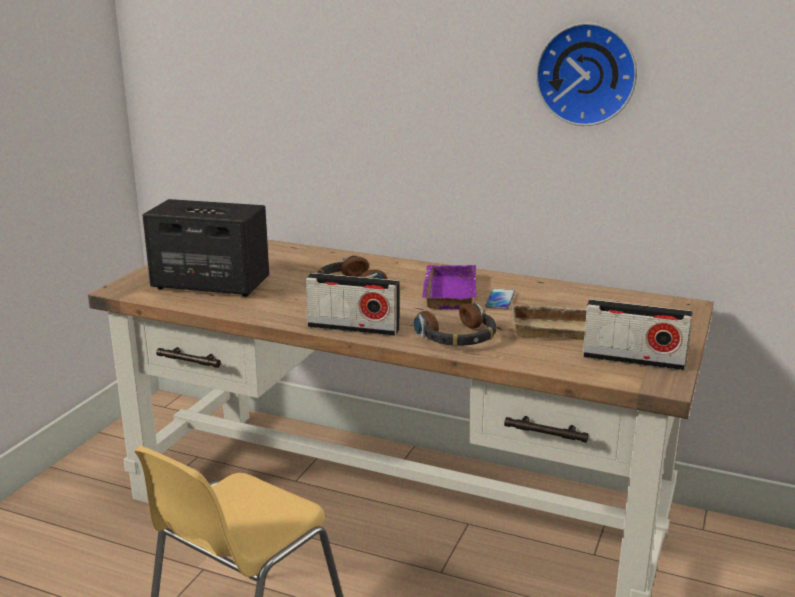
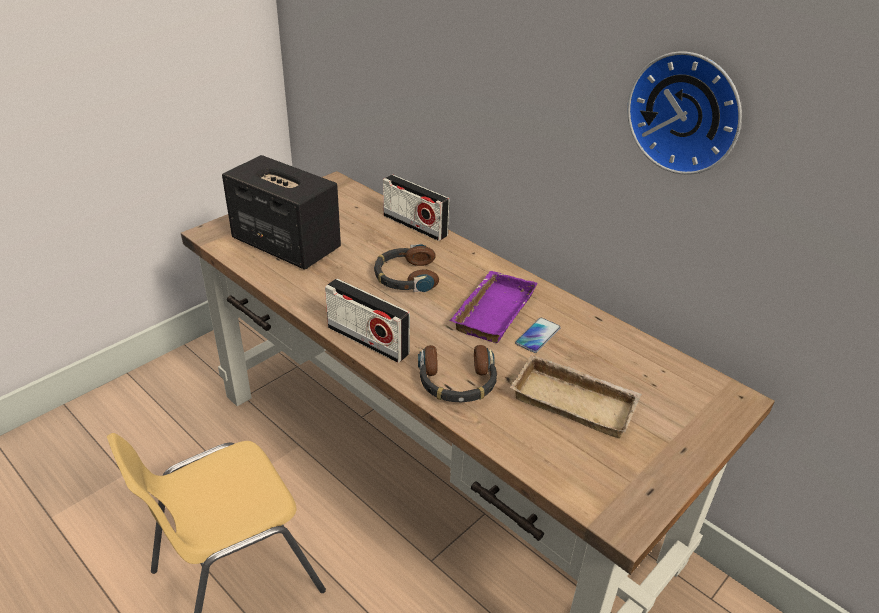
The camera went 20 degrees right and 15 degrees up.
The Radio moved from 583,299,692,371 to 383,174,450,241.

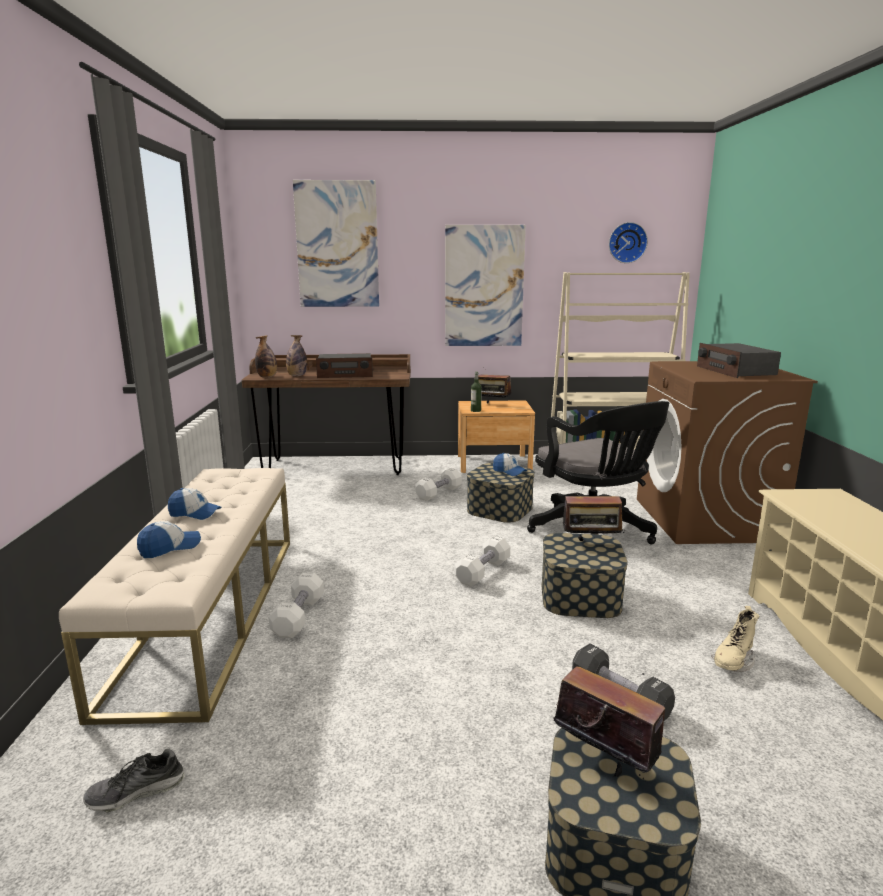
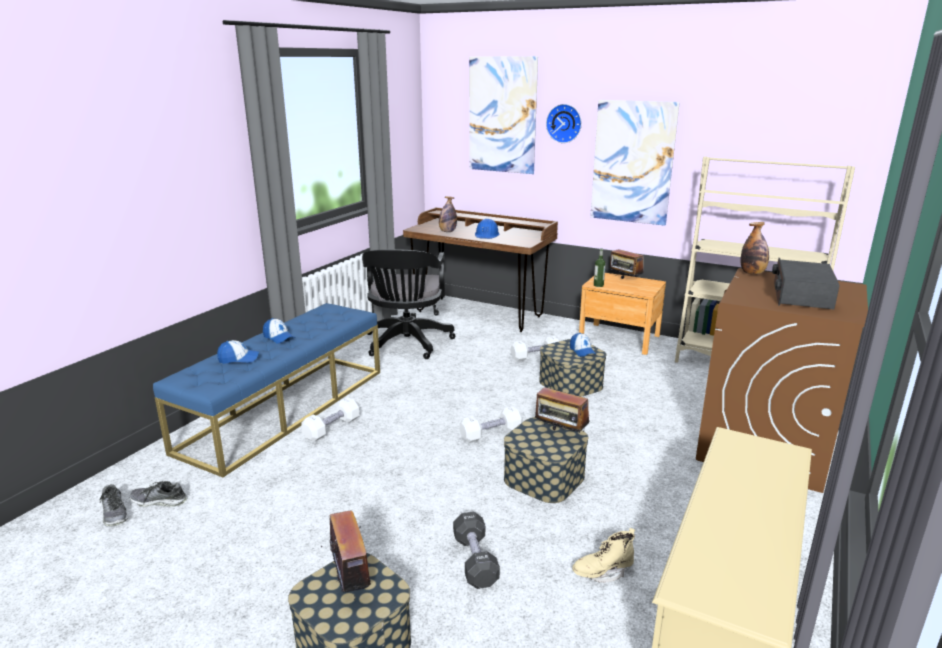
The camera went 30 degrees right and 5 degrees up.
The Bank (beige) at 59,468,290,725 became the Bank (blau) at 153,303,380,477.
The Flasche moved from 255,335,277,378 to 740,222,769,275.
The Radio at 316,353,373,378 was replaced by the Schutzhelm (blau) at 475,219,499,239.
The Bürostuhl (schwarz) moved from 527,401,670,545 to 362,249,455,359.
The Wanduhr moved from 609,222,648,263 to 546,104,582,143.
The Schuh at 100,484,128,526 appeared.

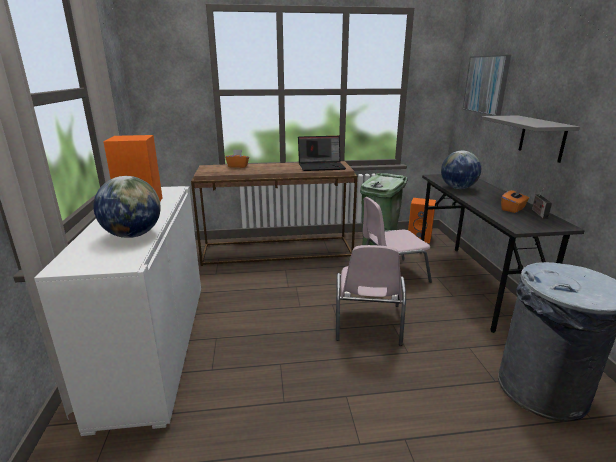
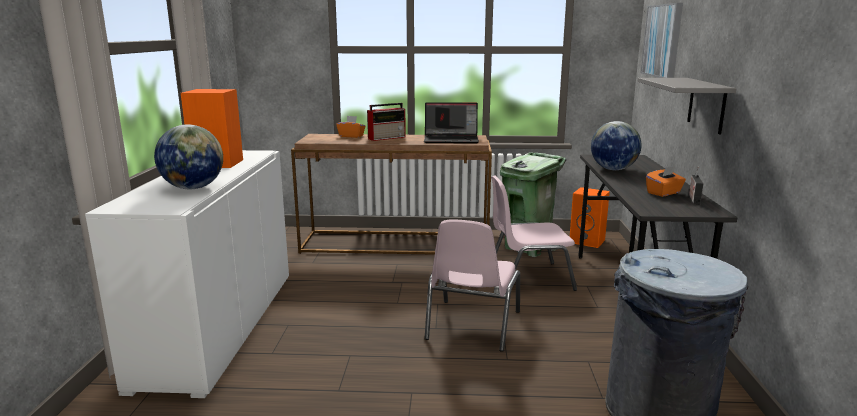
The camera went 10 degrees right and 5 degrees down.
The Radio at 367,103,406,141 appeared.

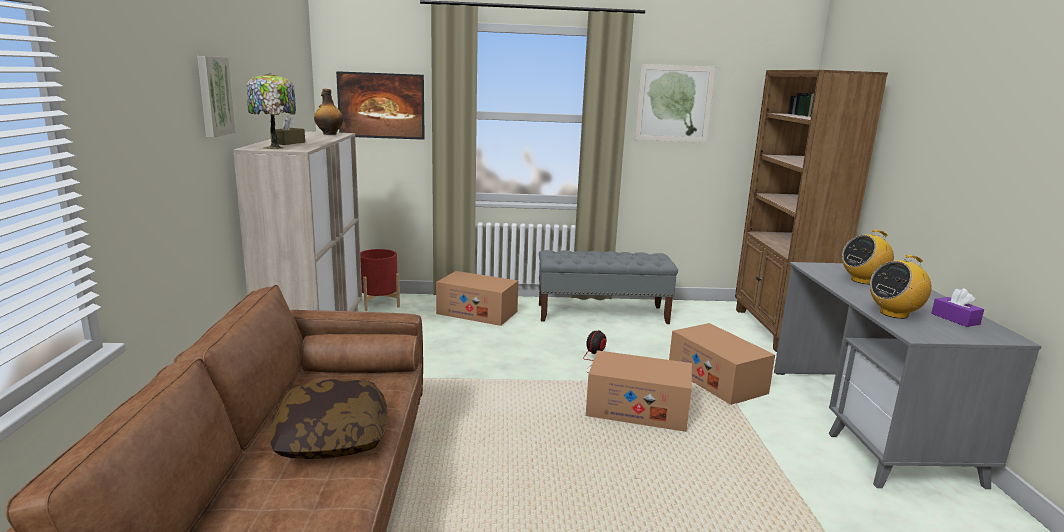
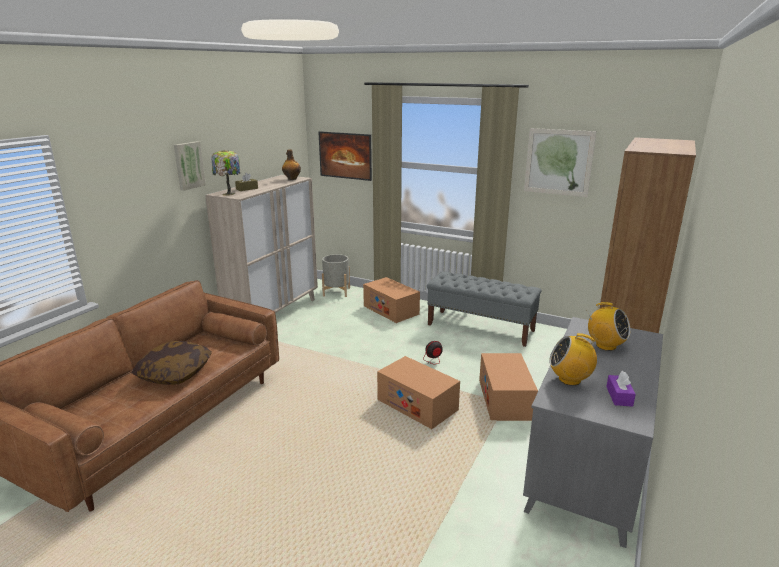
The camera went 30 degrees right and 5 degrees up.
The Pflanzkübel (rot) at 360,249,400,311 became the Pflanzkübel (grau) at 322,254,350,297.
The Radio at 842,230,894,284 turned 150 degrees counterclockwise.

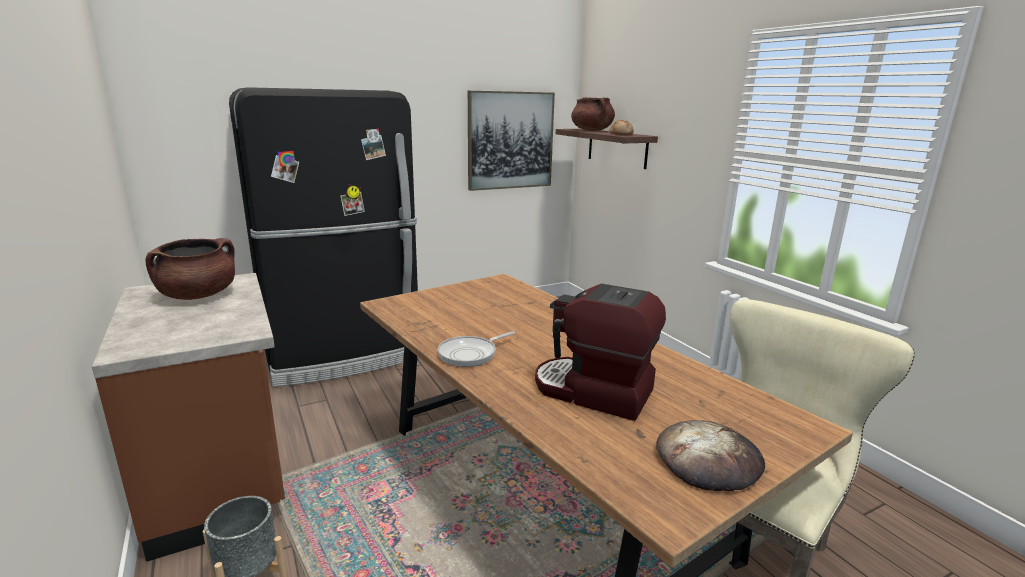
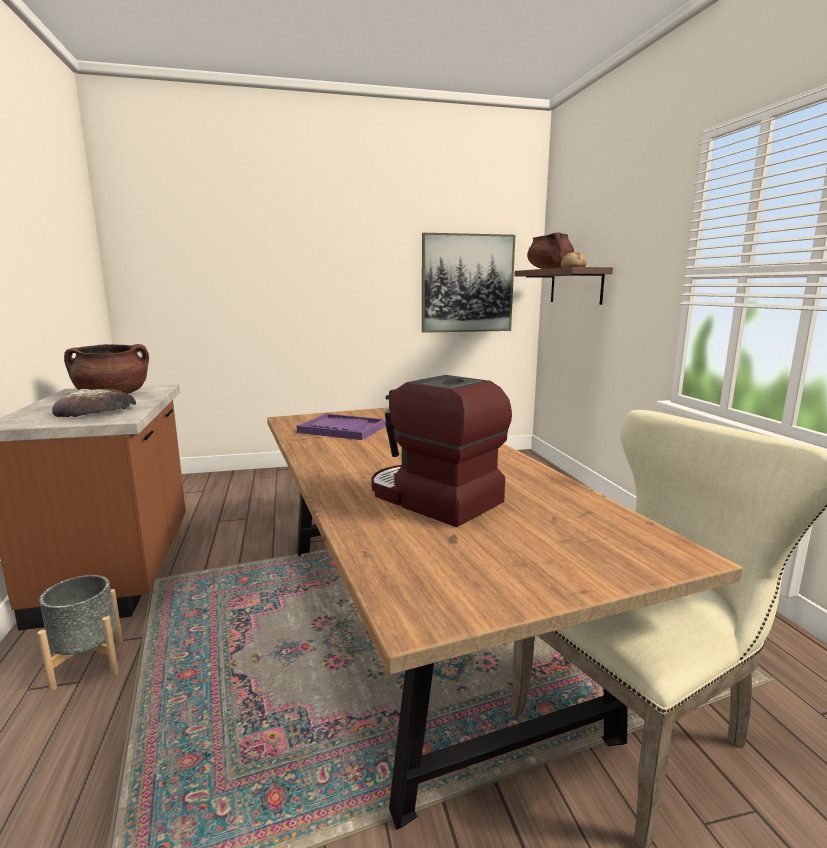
The camera went 15 degrees right and 5 degrees down.
The Kühlschrank (schwarz) at 229,88,419,387 disappeared.
The Pfanne at 438,331,515,367 disappeared.
The Brot moved from 656,420,765,491 to 52,389,136,417.
The Tablett (lila) at 297,413,386,440 appeared.

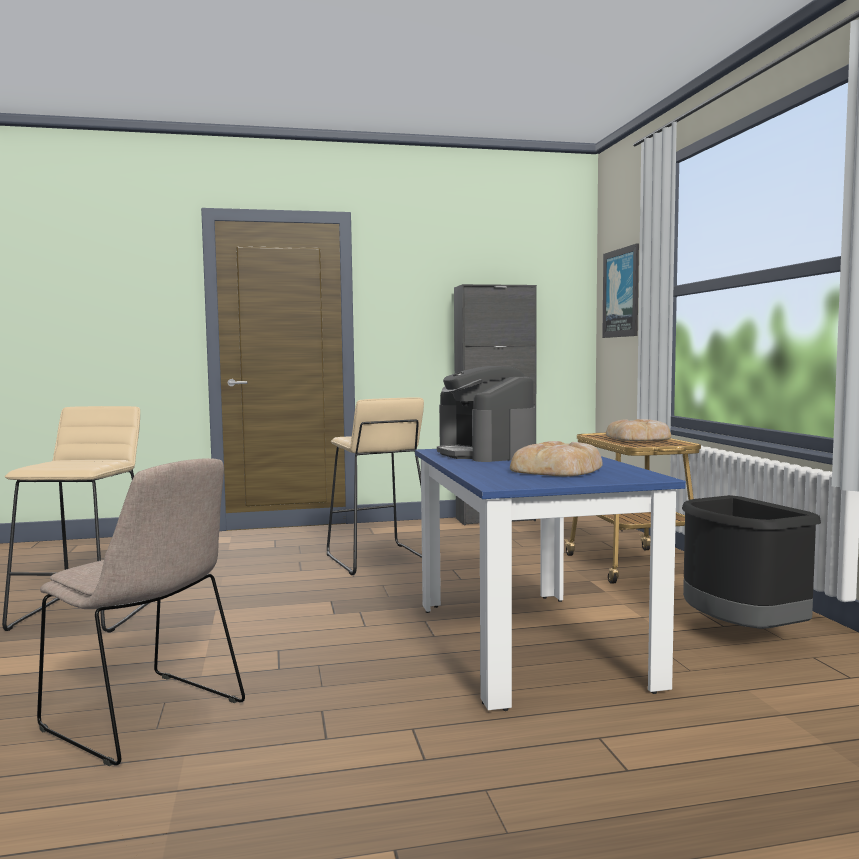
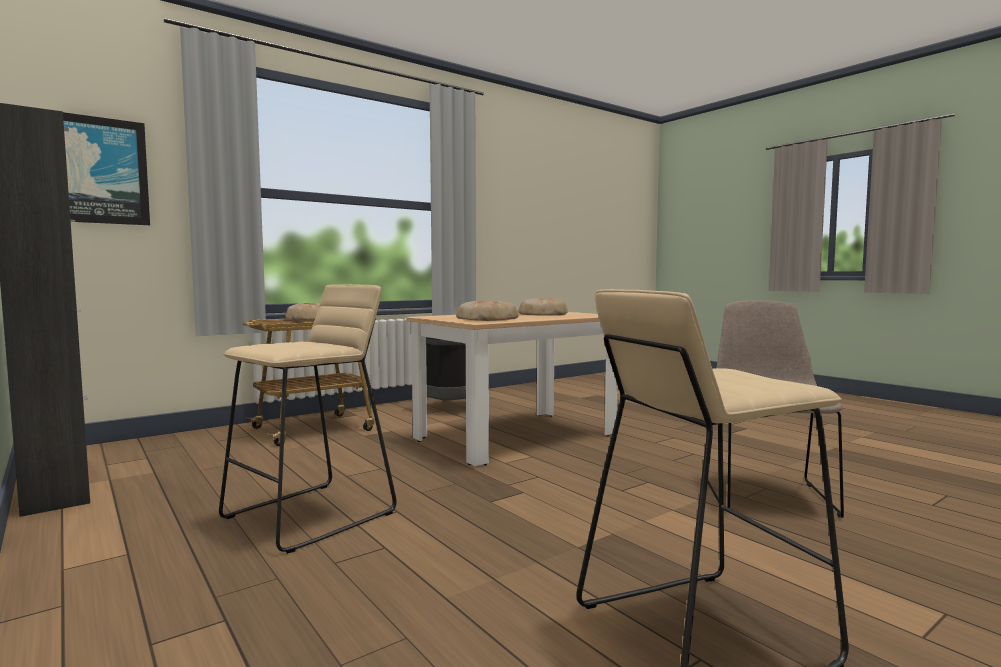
The camera went 115 degrees left and 0 degrees up.
The Esstisch (blau) at 415,449,686,711 became the Esstisch (beige) at 406,312,618,466.
The Kaffeemaschine at 437,366,536,462 was replaced by the Brot at 456,300,518,321.

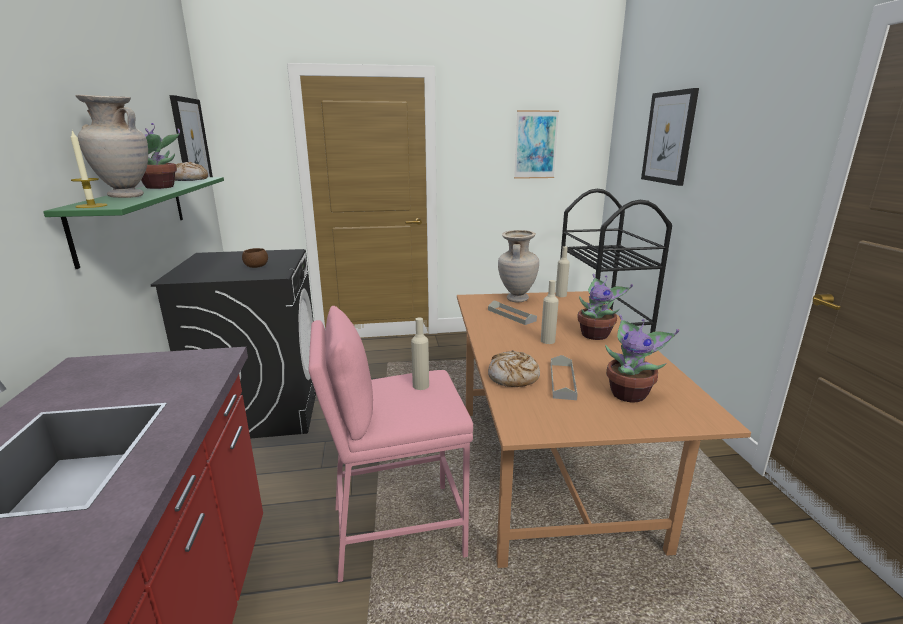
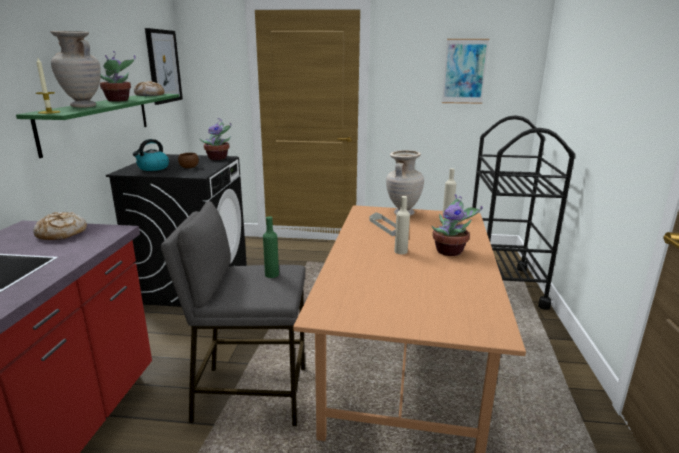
The camera went 15 degrees right and 0 degrees up.
The Hocker (rosa) at 309,306,473,582 became the Hocker (grau) at 161,201,306,426.
The Flasche (beige) at 411,318,429,390 became the Flasche (grün) at 263,216,279,278.
The Brot moved from 488,350,540,387 to 33,212,87,240.
The Tablett (grau) at 551,355,578,400 disappeared.
The Topfpflanze moved from 605,314,679,402 to 199,118,231,160.
The Bild at 641,88,699,186 disappeared.
The Wasserkessel at 133,139,169,171 appeared.

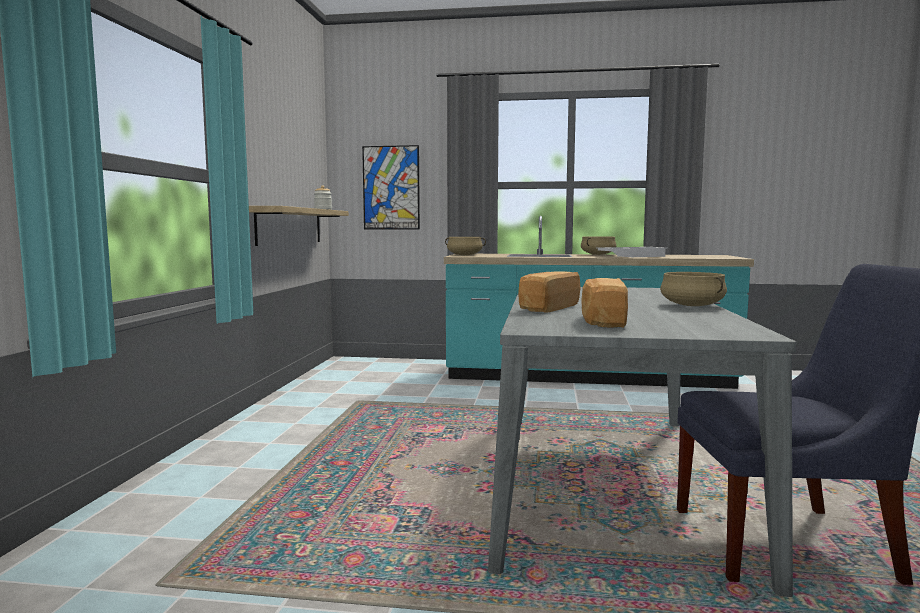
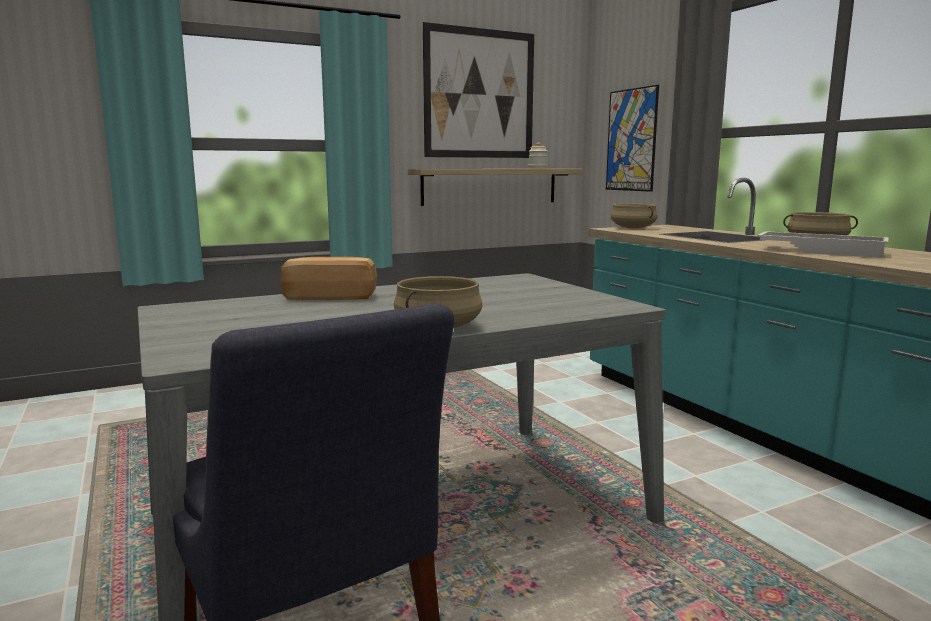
The camera went 55 degrees right and 5 degrees up.
The Brot at 581,278,628,328 disappeared.
The Bild at 423,22,534,158 appeared.

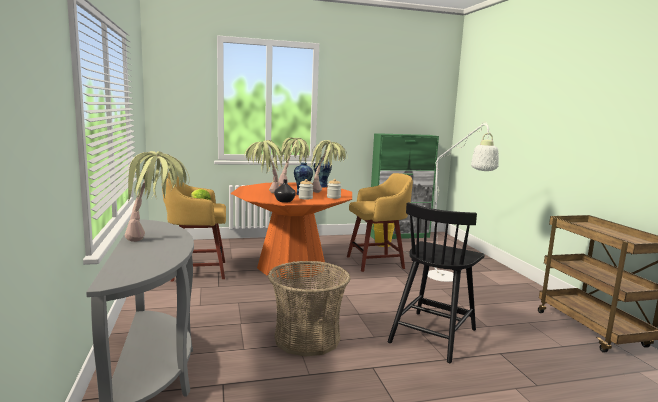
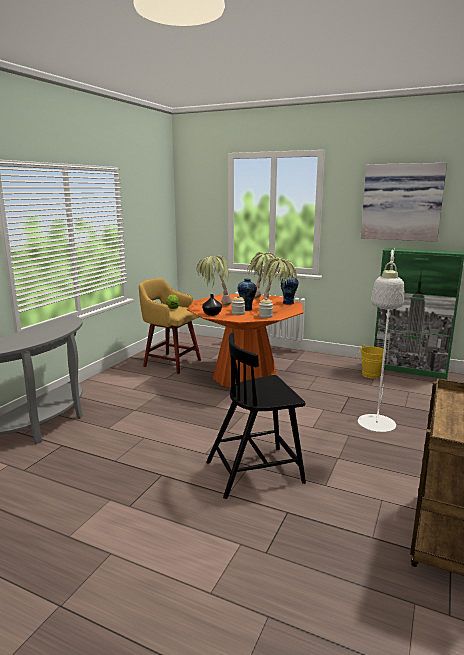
The camera went 40 degrees right and 5 degrees up.
The Topfpflanze at 124,151,190,242 disappeared.
The Korb at 268,261,350,357 disappeared.
The Hocker (gelb) at 347,173,413,272 disappeared.
The Bild at 361,163,447,242 appeared.

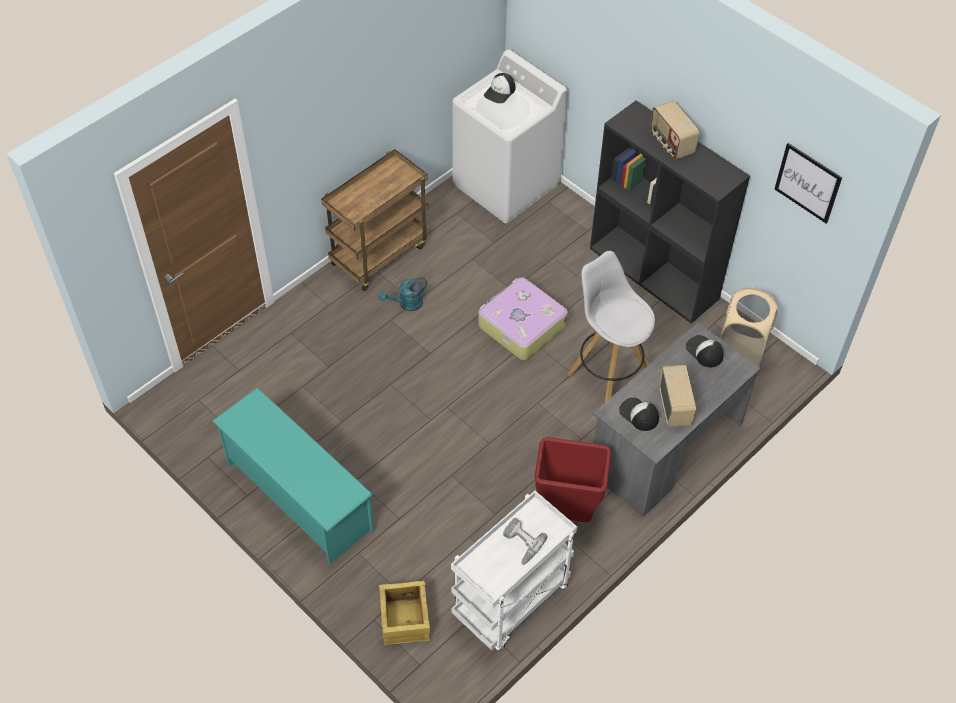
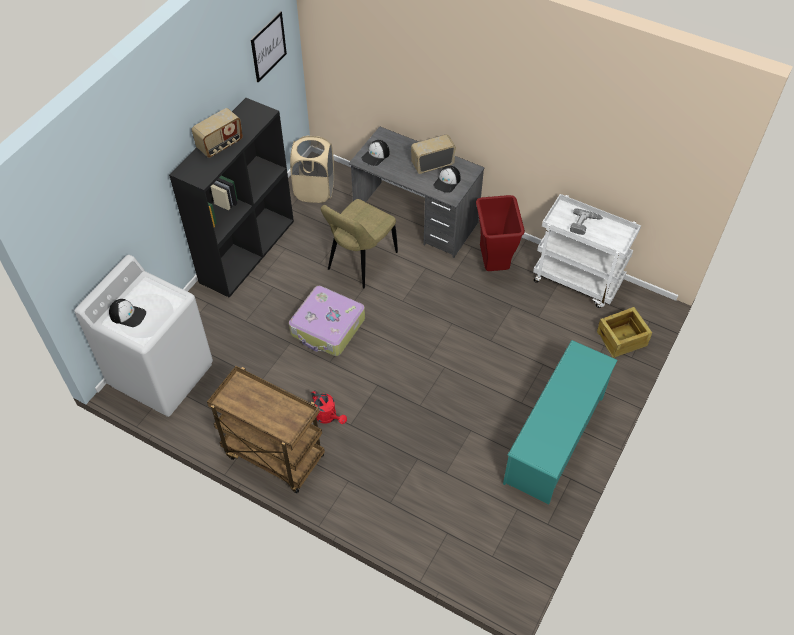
The camera went 105 degrees left and 0 degrees up.
The Gießkanne (türkis) at 379,277,427,311 became the Gießkanne (rot) at 311,390,347,424.
The Hocker (weiß) at 567,251,655,403 was replaced by the Stuhl (beige) at 321,199,398,289.

